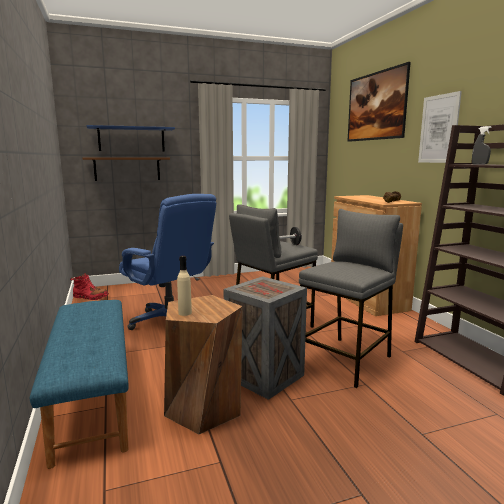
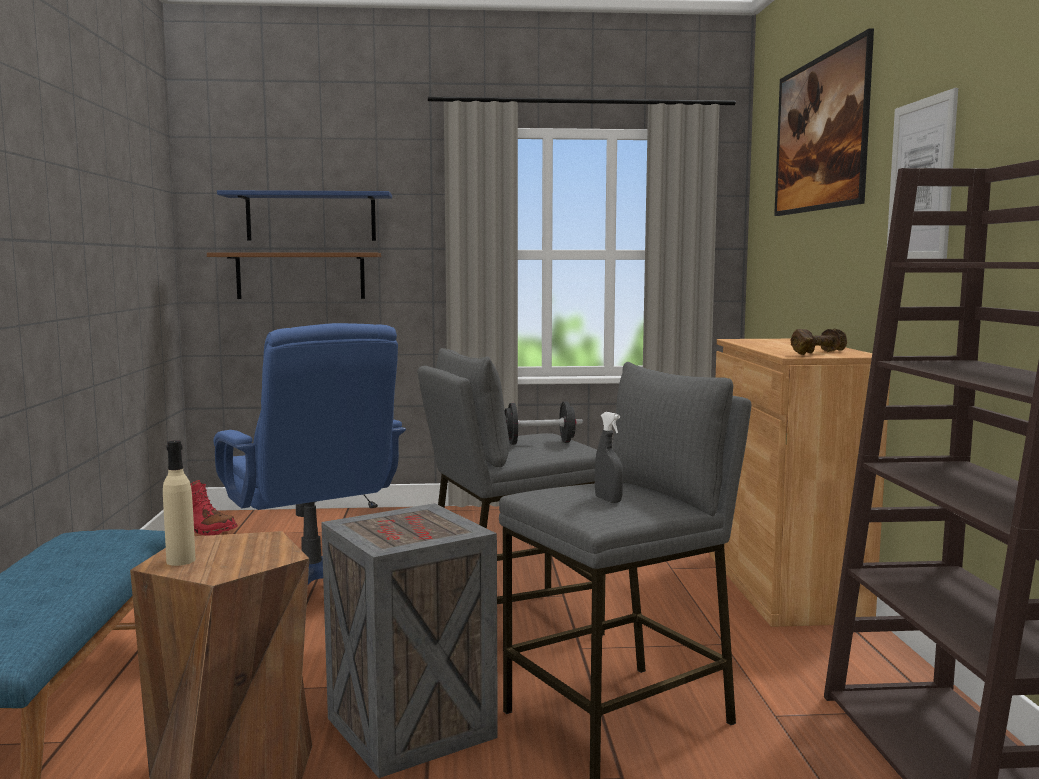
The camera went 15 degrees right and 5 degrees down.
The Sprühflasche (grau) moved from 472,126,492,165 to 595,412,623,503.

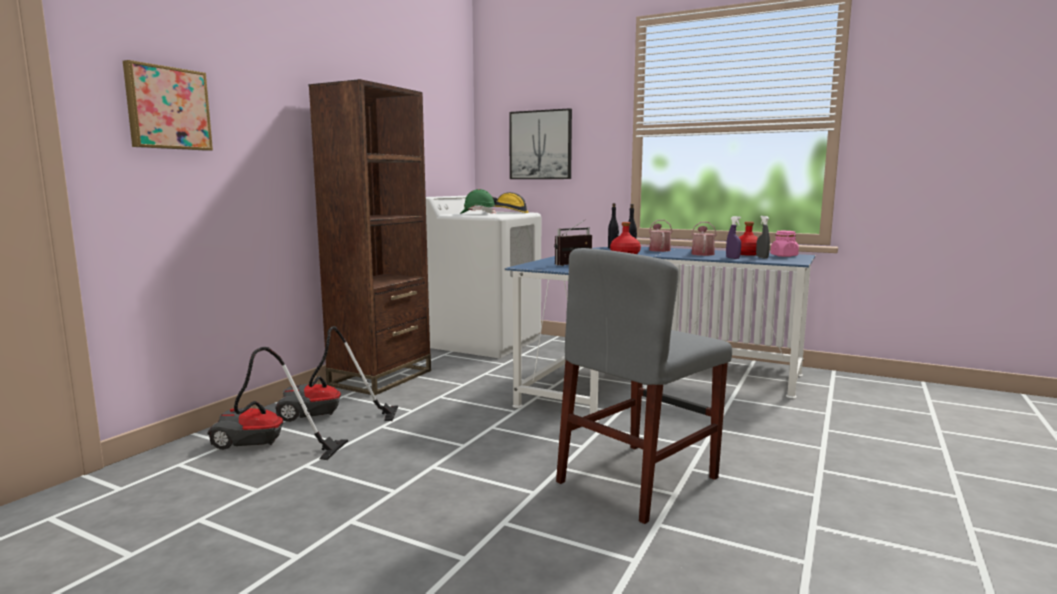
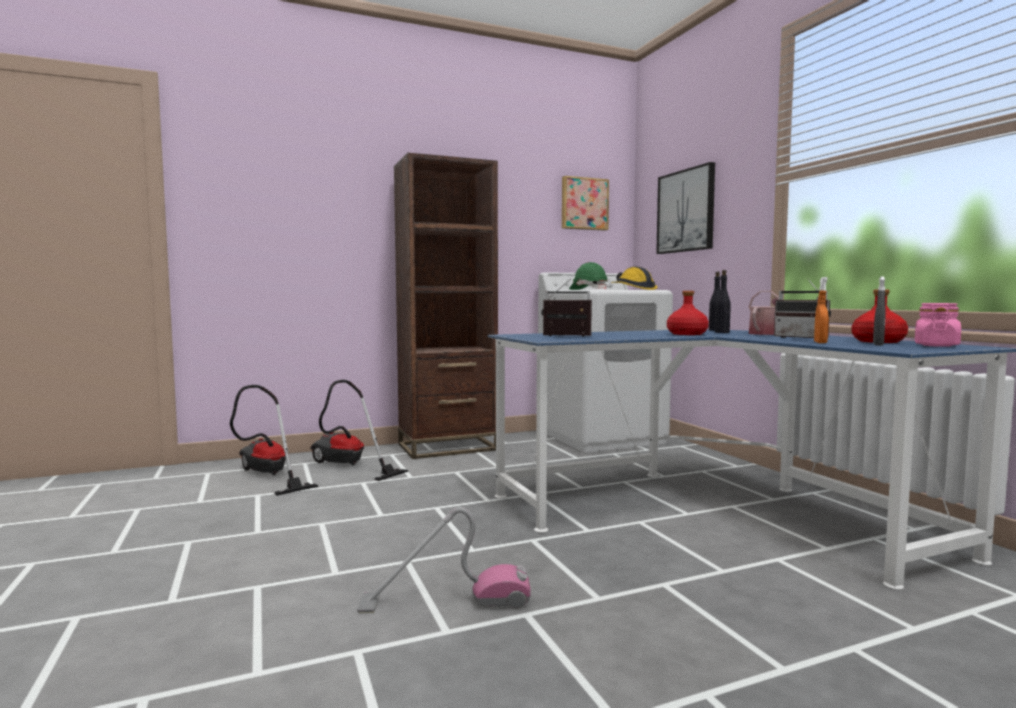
The camera went 40 degrees right and 5 degrees down.
The Bild moved from 123,60,213,151 to 562,176,609,231.
The Stuhl (grau) at 556,248,732,524 was replaced by the Staubsauger at 358,507,530,613.
The Gießkanne at 691,222,717,256 was replaced by the Radio at 774,278,831,338.
The Sprühflasche (lila) at 726,216,741,259 became the Sprühflasche (orange) at 814,277,829,343.

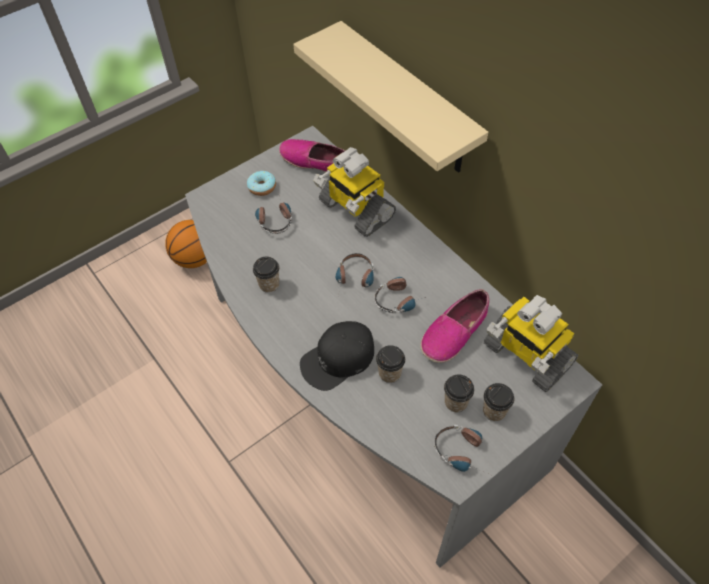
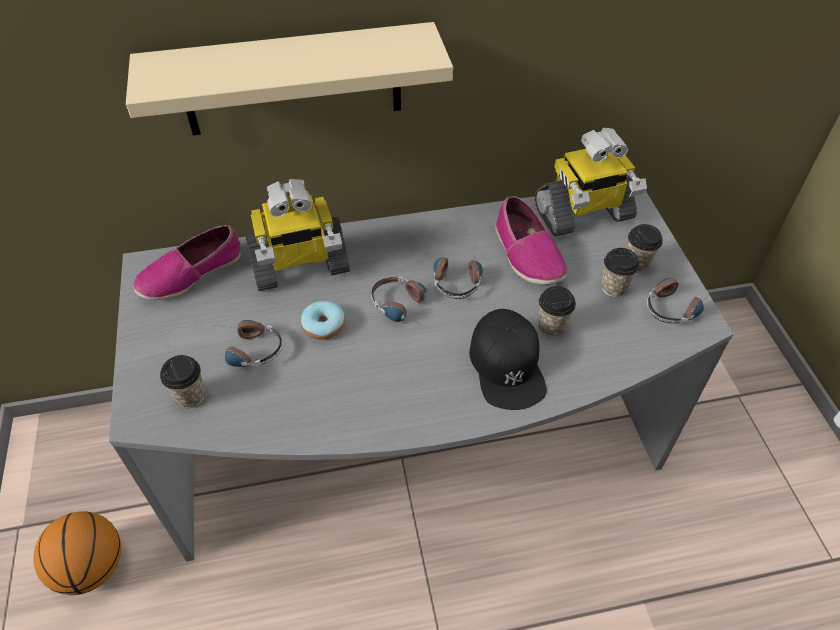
The camera went 65 degrees left and 5 degrees down.
The Donut moved from 247,171,276,196 to 301,301,345,339.
The Tasse moved from 253,256,279,293 to 160,355,205,408.

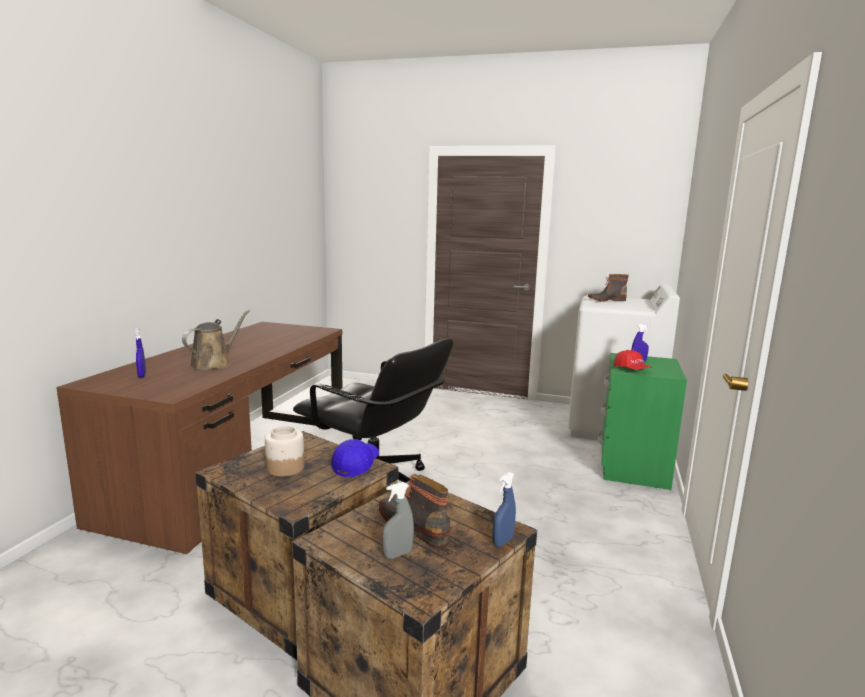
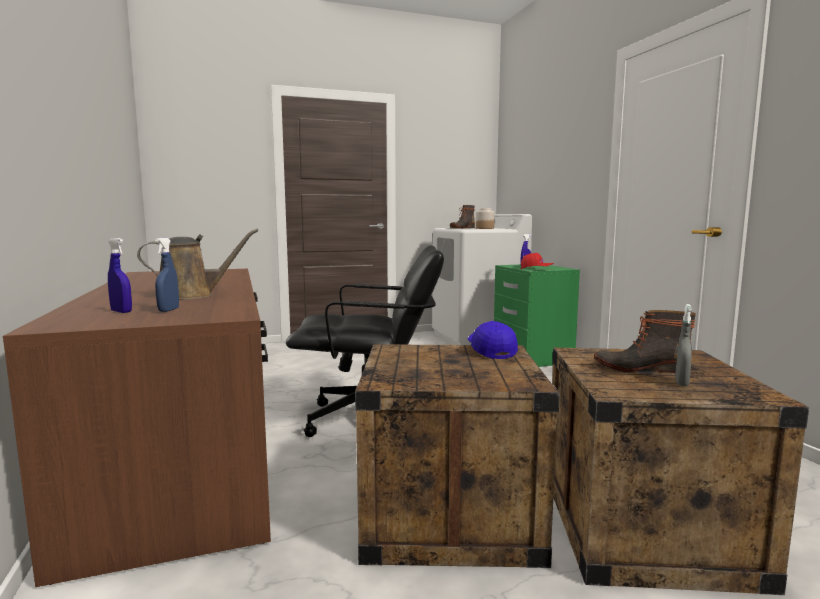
The camera went 35 degrees left and 5 degrees down.
The Gießkanne (braun) at 182,310,250,370 turned 75 degrees clockwise.
The Vorratsglas moved from 265,426,304,476 to 476,208,495,229.
The Sprühflasche (blau) moved from 492,472,516,547 to 155,238,179,312.

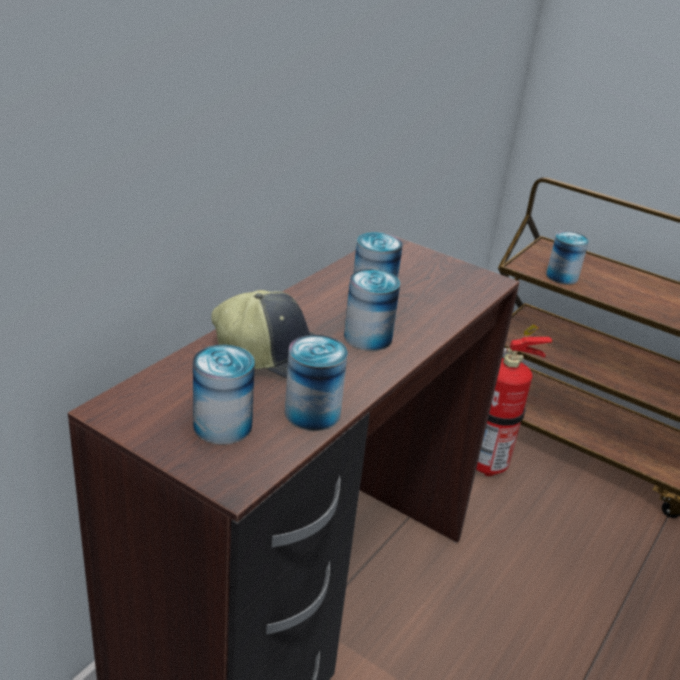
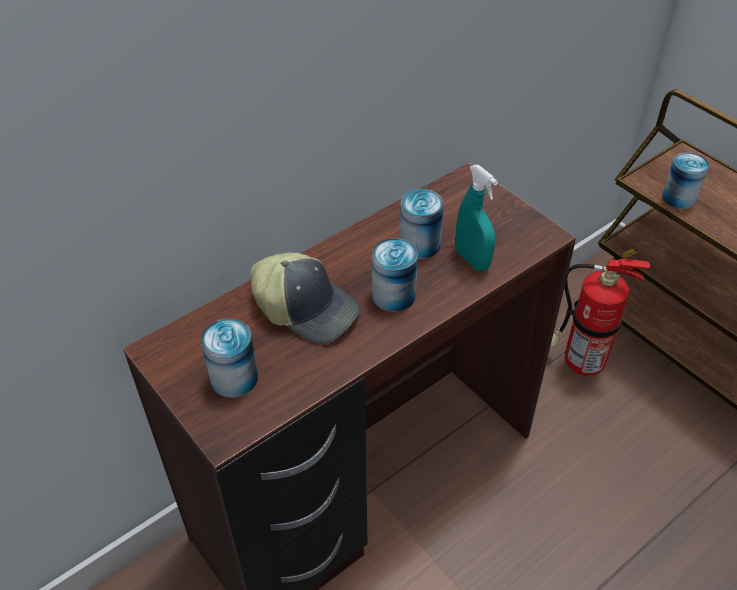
The camera went 20 degrees right and 15 degrees up.
The Dose at 285,335,347,431 disappeared.
The Sprühflasche (türkis) at 455,165,498,271 appeared.

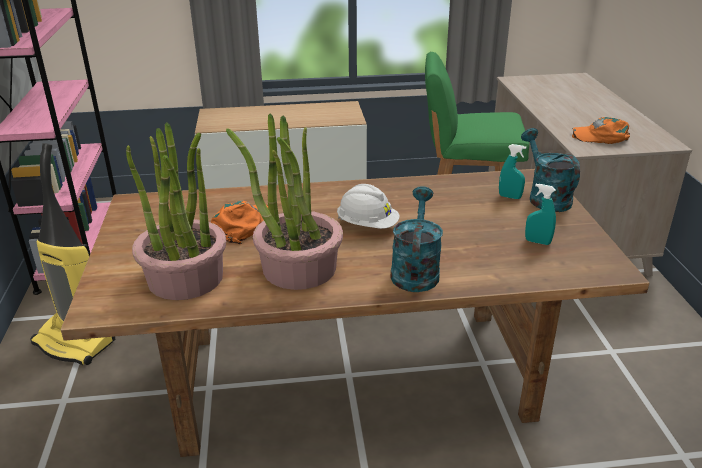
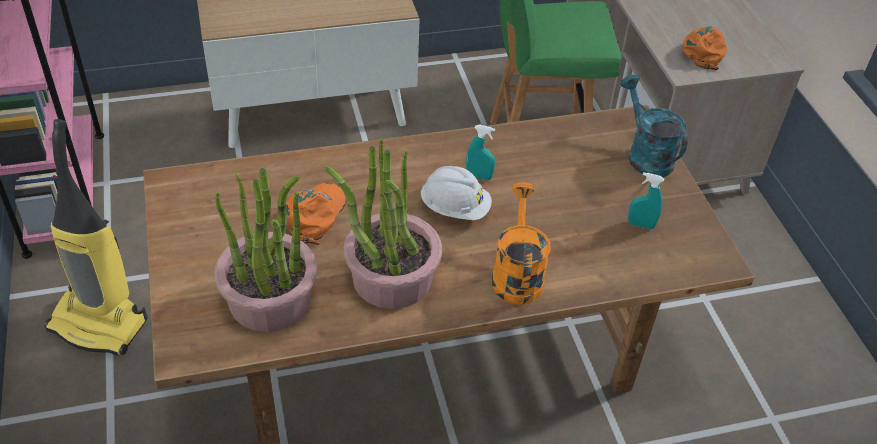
The camera went 10 degrees left and 15 degrees up.
The Gießkanne (türkis) at 390,186,443,292 became the Gießkanne (orange) at 492,182,551,305.
The Sprühflasche (türkis) moved from 499,144,526,199 to 466,125,495,180.
The Kappe (orange) at 572,117,630,144 turned 105 degrees clockwise.

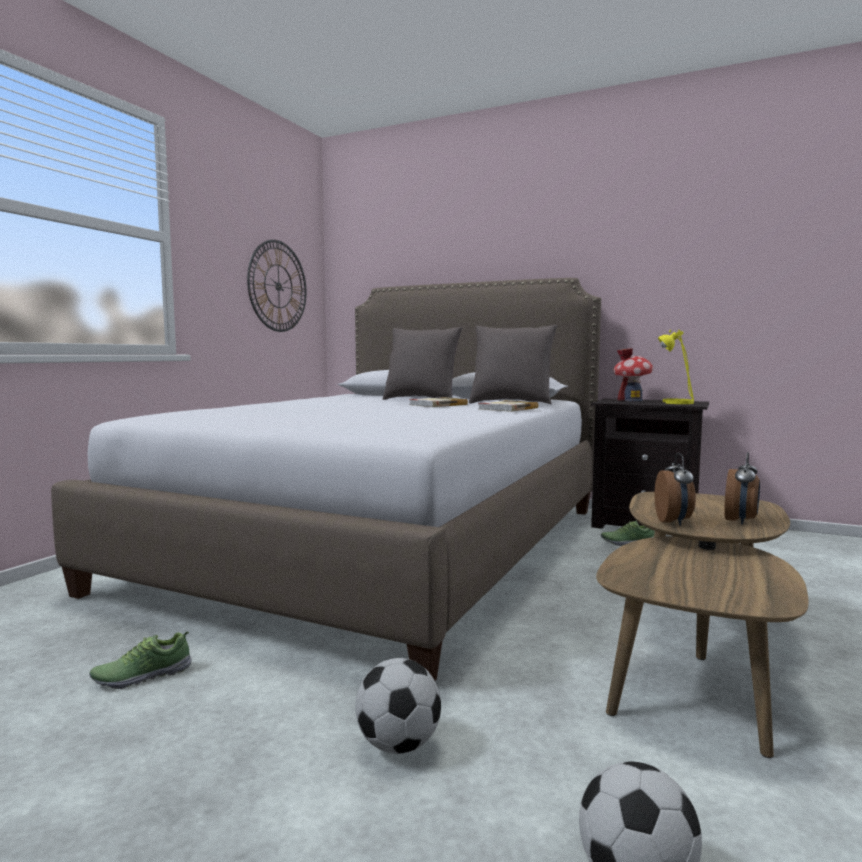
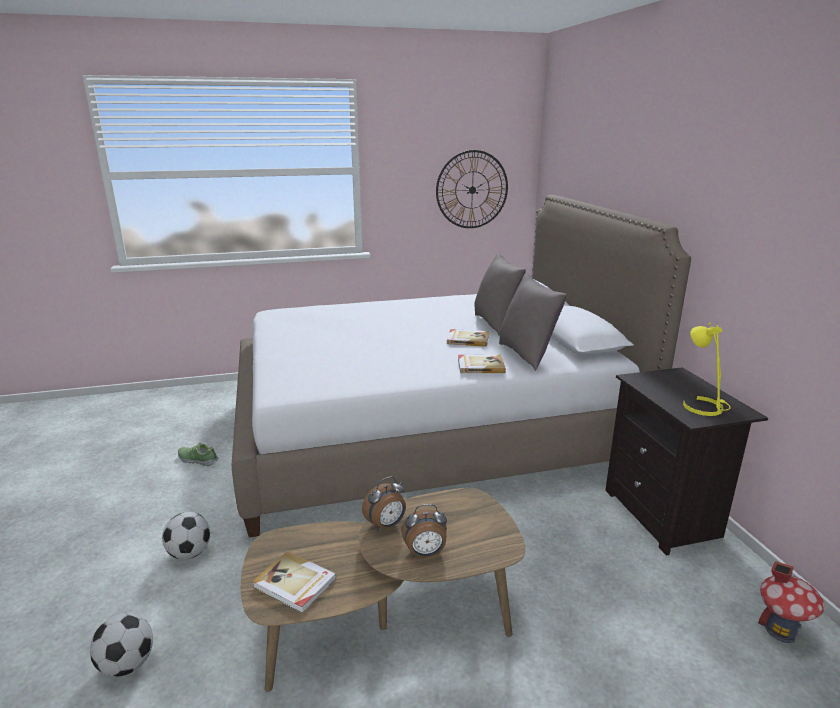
The camera went 50 degrees right and 15 degrees up.
The Schuh at 601,521,655,546 disappeared.
The Spielzeughaus moved from 613,348,653,401 to 758,561,825,643.
The Buch at 252,551,337,613 appeared.

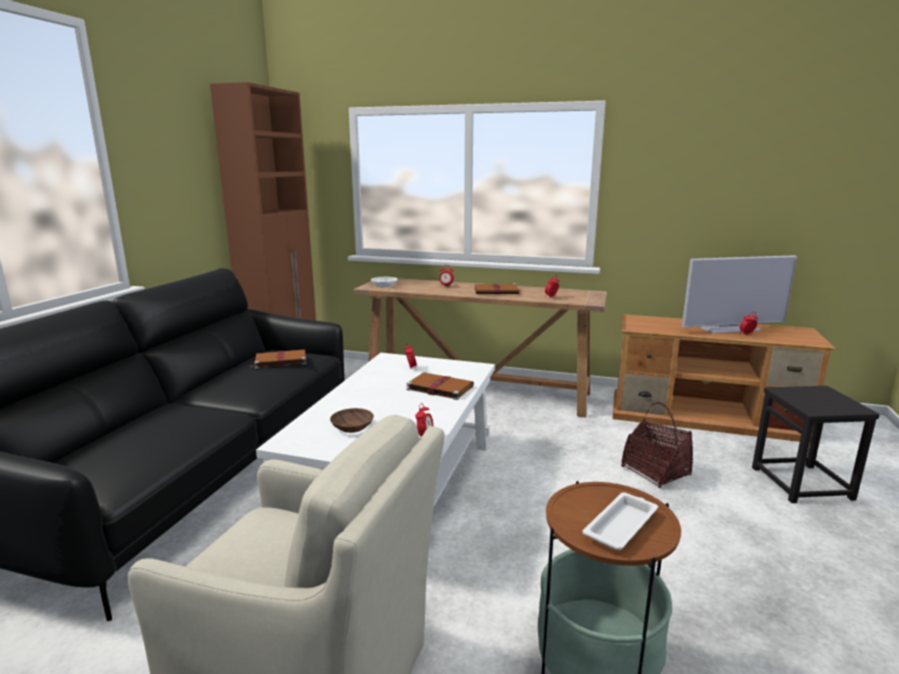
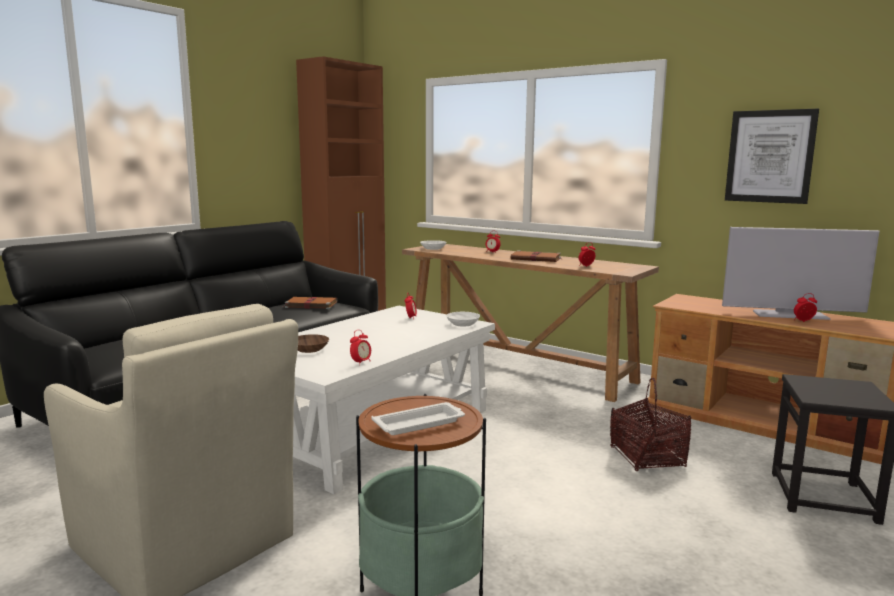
The camera went 20 degrees right and 5 degrees down.
The Buch (braun) at 405,372,474,400 disappeared.
The Schüssel (weiß) at 446,312,480,327 appeared.
The Bild at 725,109,819,204 appeared.

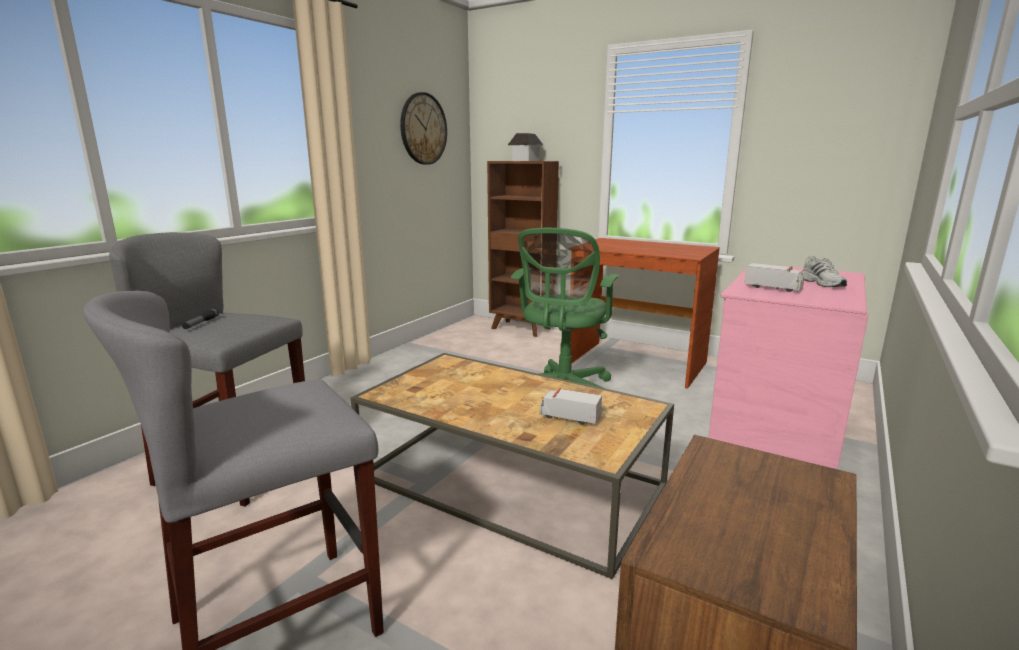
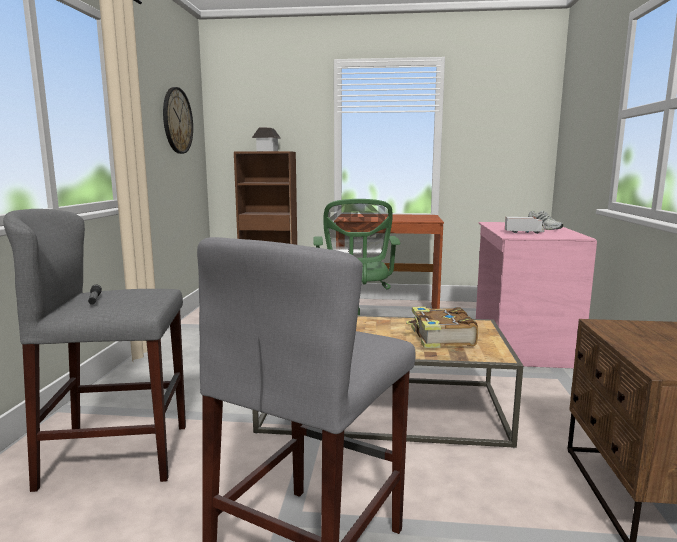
The camera went 25 degrees left and 5 degrees down.
The Spielzeuglaster at 539,388,602,425 was replaced by the Buch at 406,307,478,348.

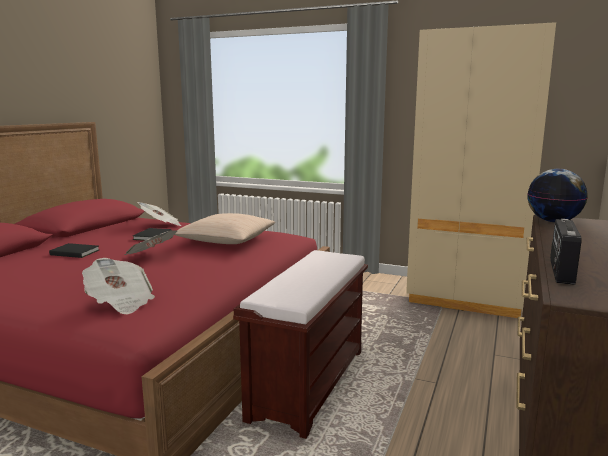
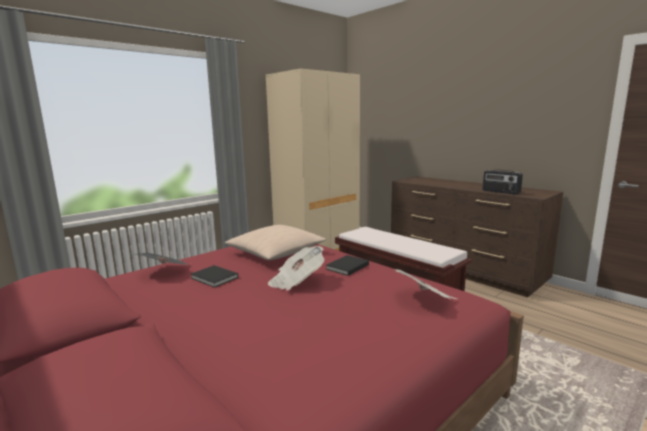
The camera went 65 degrees left and 0 degrees up.
The Buch (schwarz) moved from 49,243,99,258 to 326,255,369,276.
The Globus at 527,169,588,222 disappeared.

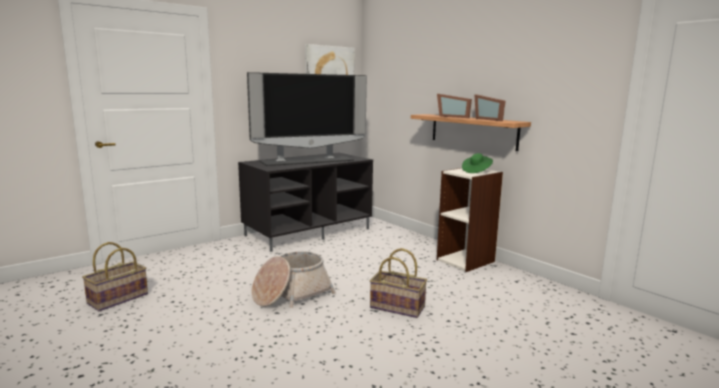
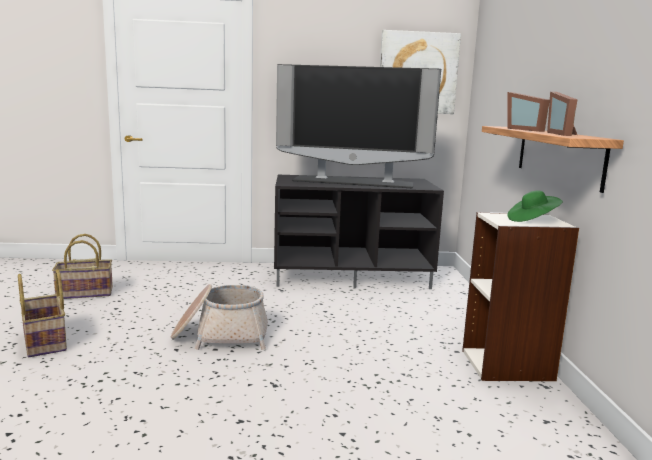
The camera went 35 degrees right and 0 degrees up.
The Korb moved from 370,248,427,318 to 18,269,67,357.

